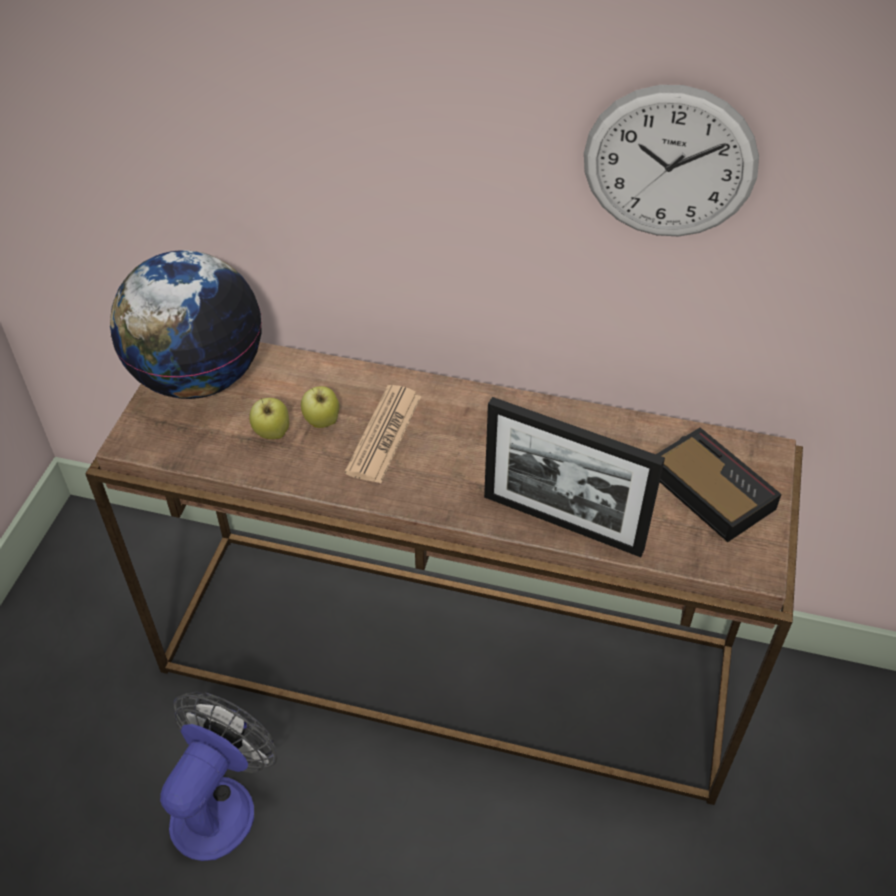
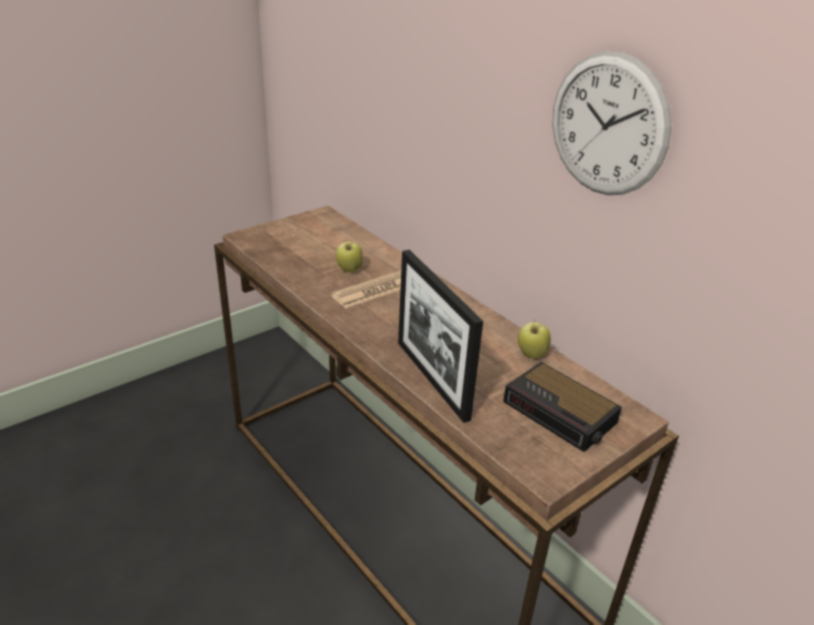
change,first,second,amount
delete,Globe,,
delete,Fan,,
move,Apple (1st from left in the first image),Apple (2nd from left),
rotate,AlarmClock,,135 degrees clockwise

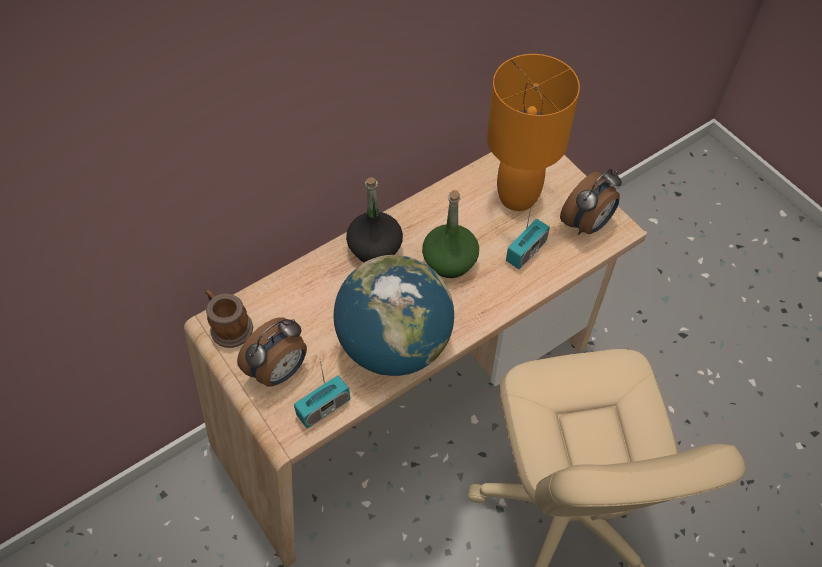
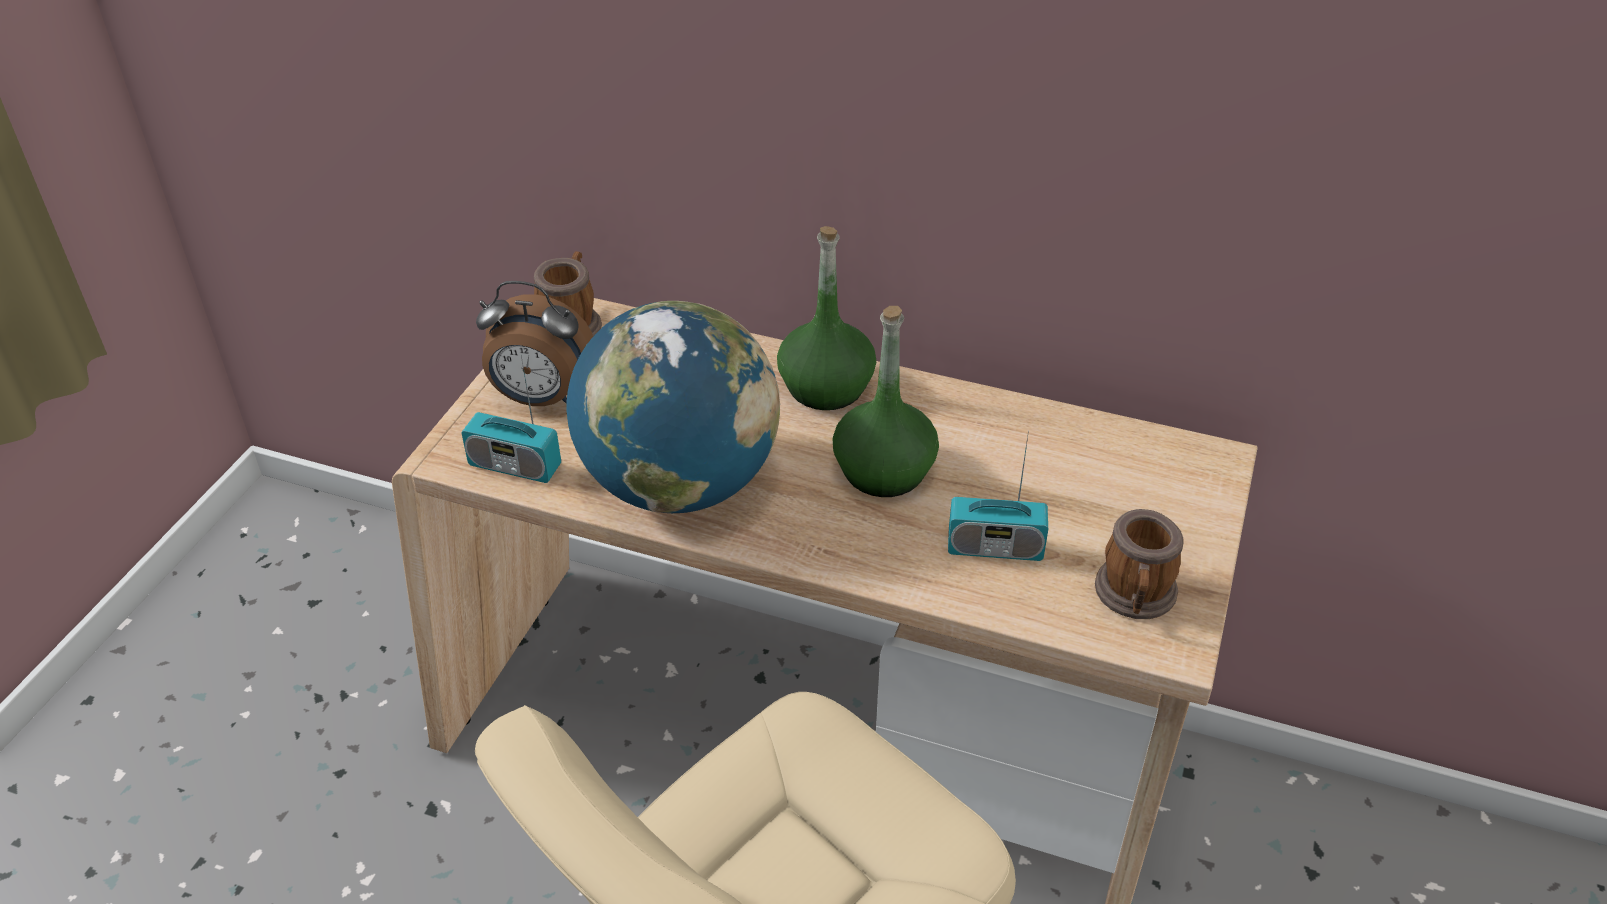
change,first,second,amount
delete,OrangeTableLamp,,
replace,AlarmClock (2nd from left),Mug (2nd from left),
recolor,BlackBottle,GreenBottle (1st from left),

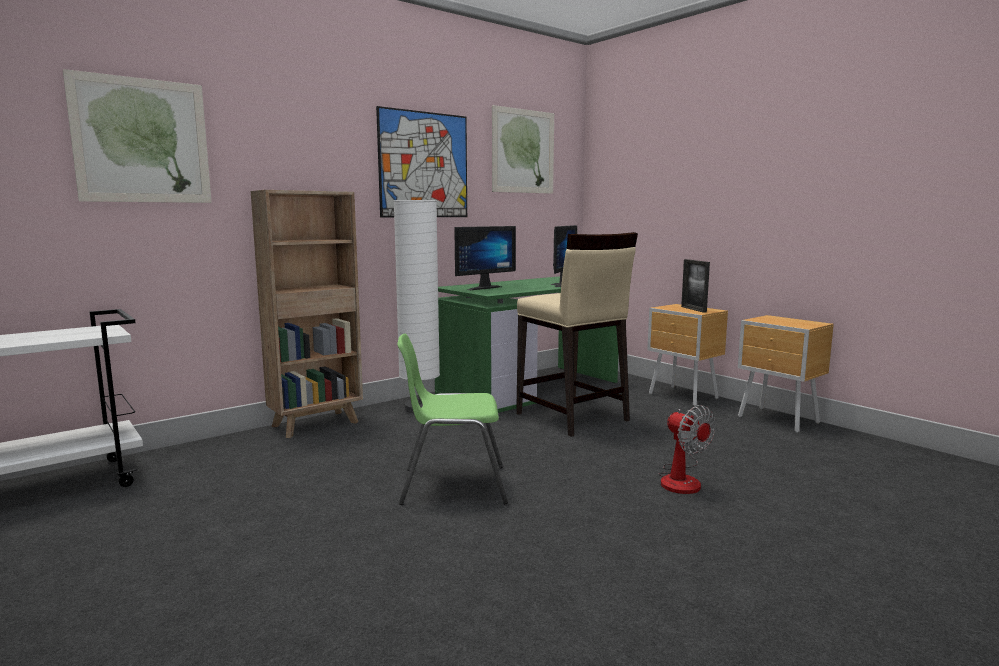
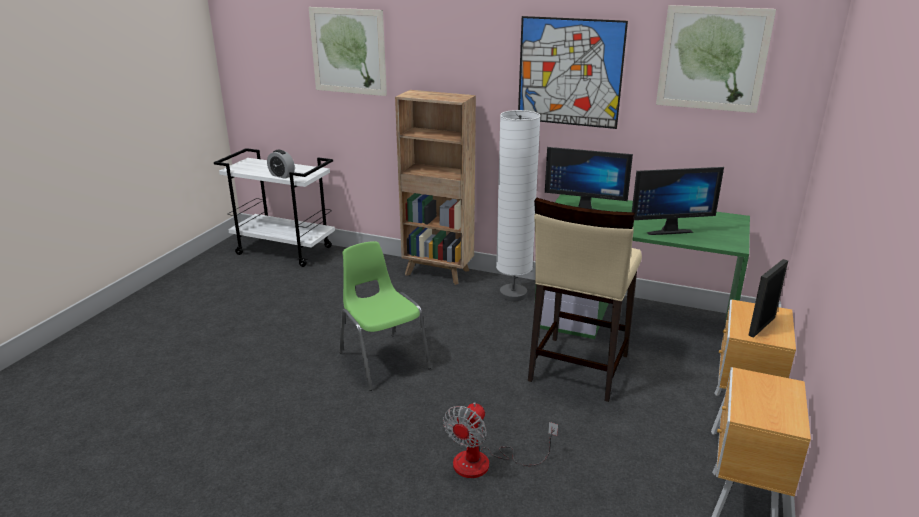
change,first,second,amount
insert,,AlarmClock,

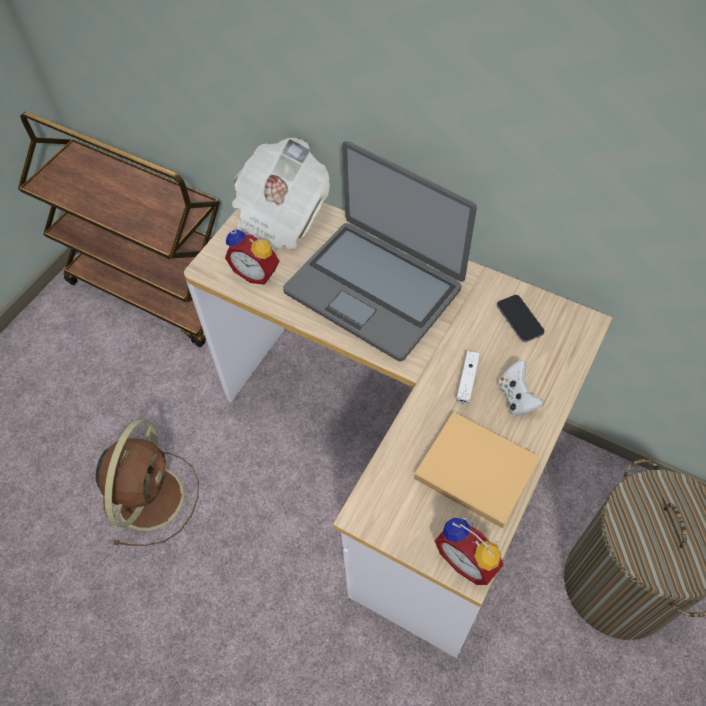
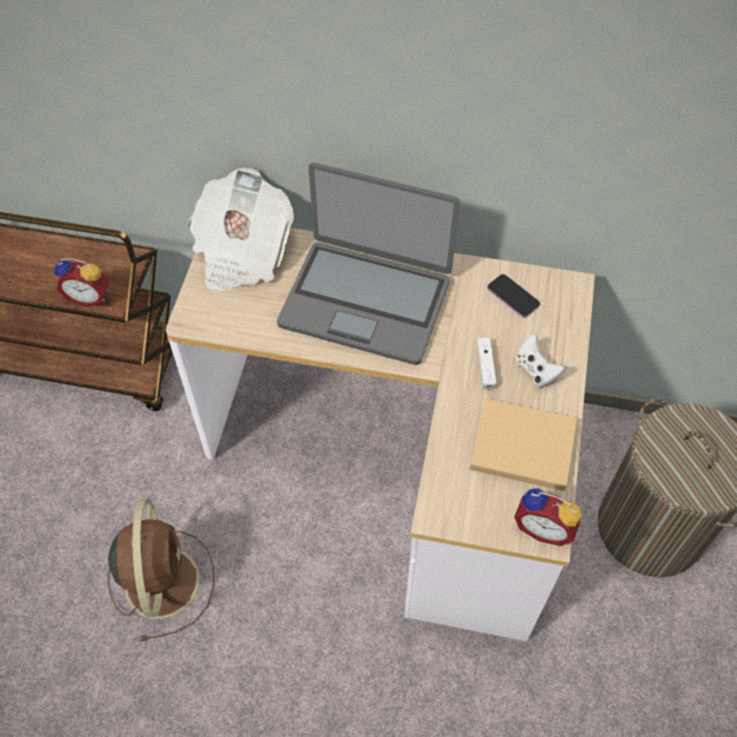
change,first,second,amount
move,AlarmClock (1st from left),,

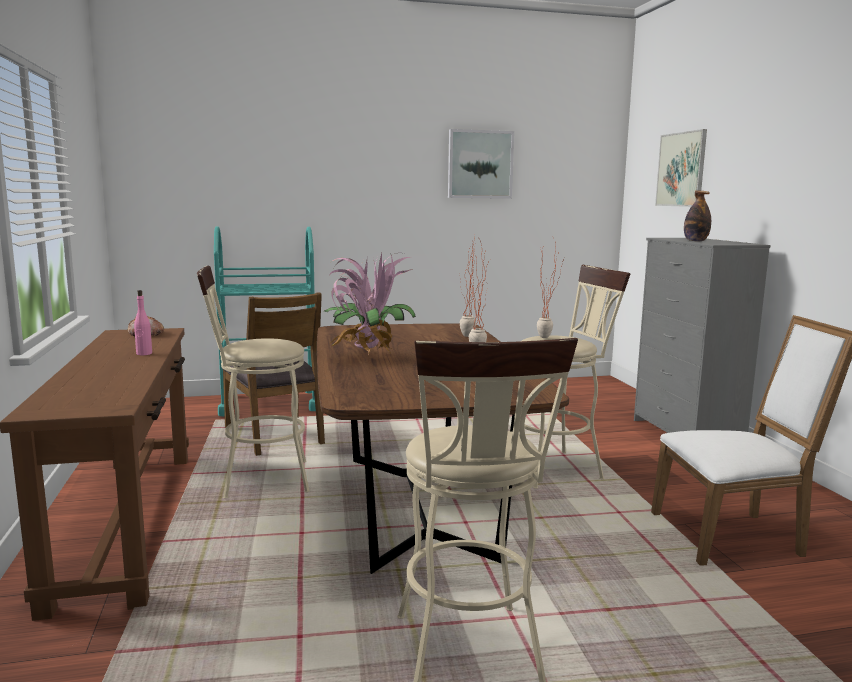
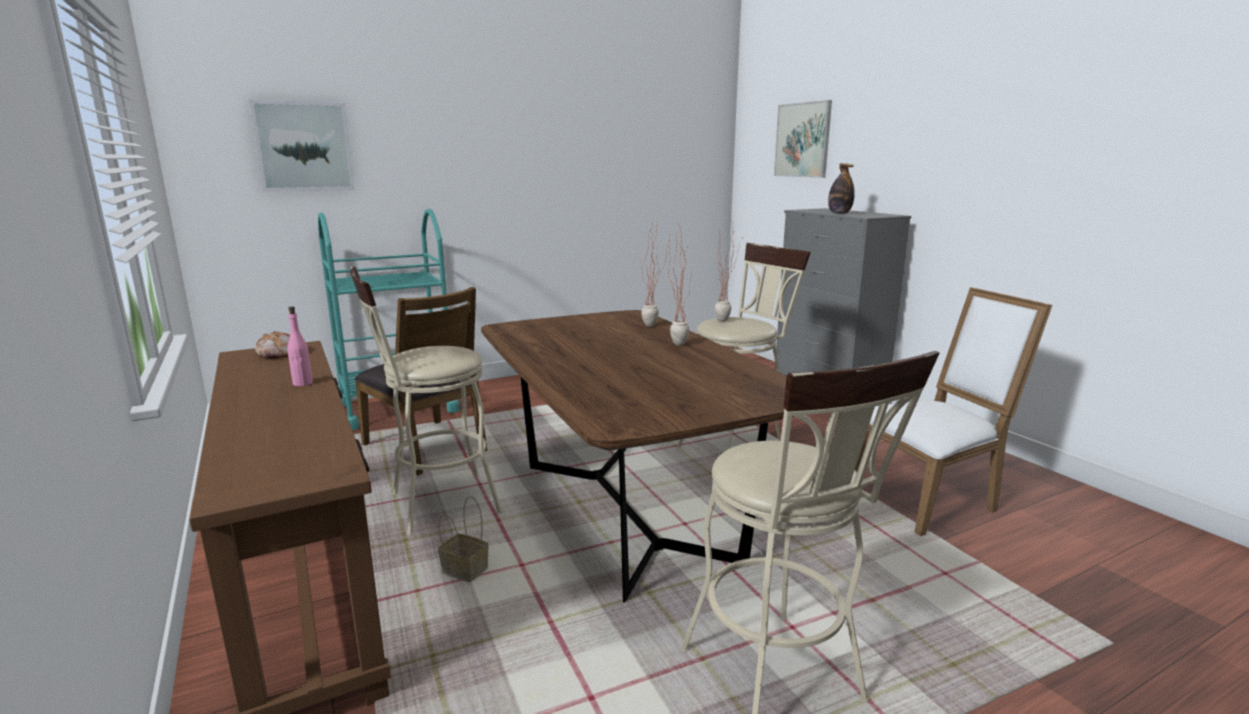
change,first,second,amount
delete,PottedPlant (1st from left),,
insert,,Basket,
move,Picture (1st from left),,

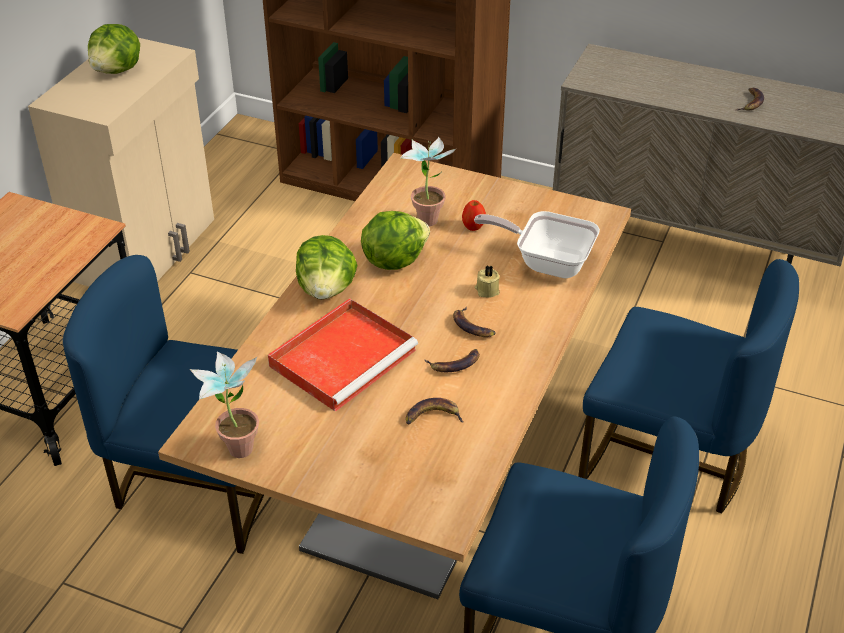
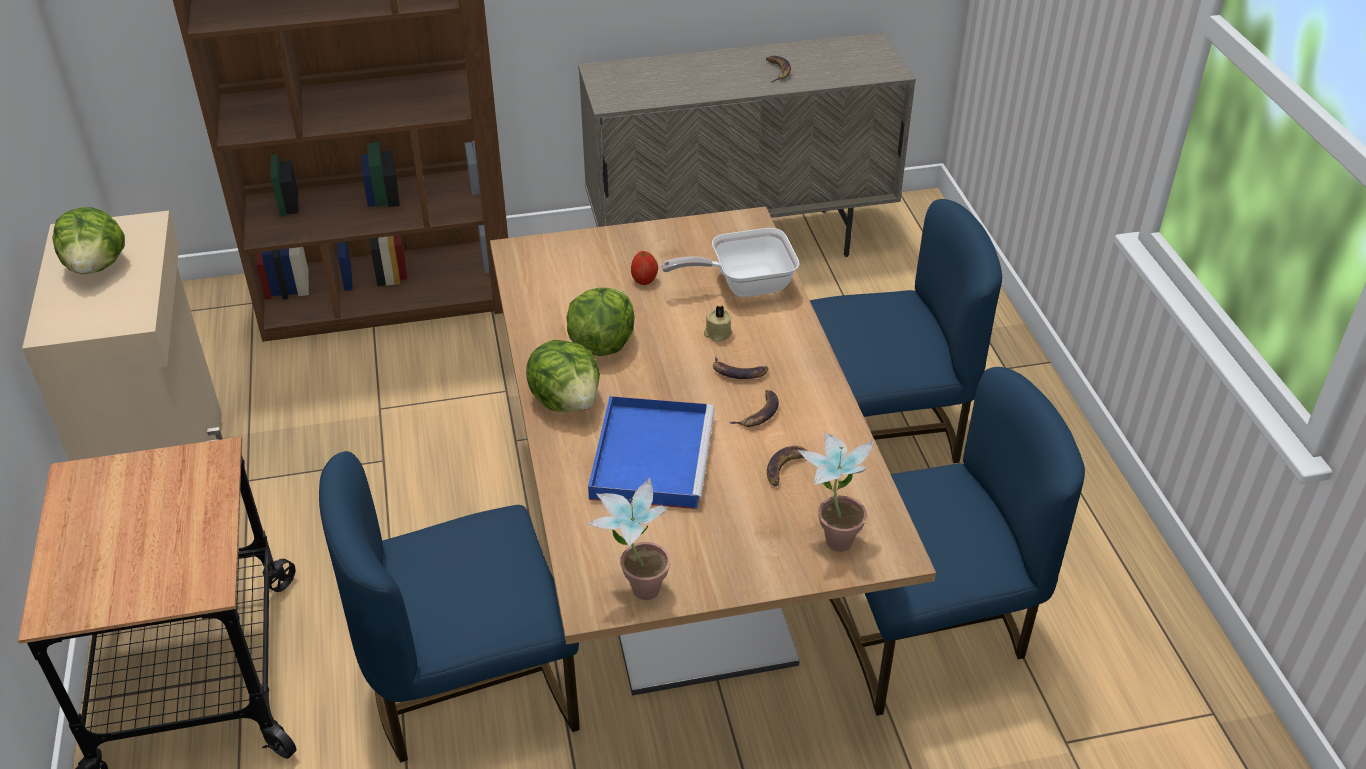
change,first,second,amount
move,PottedPlant (2nd from left),,
recolor,RedTray,BlueTray,

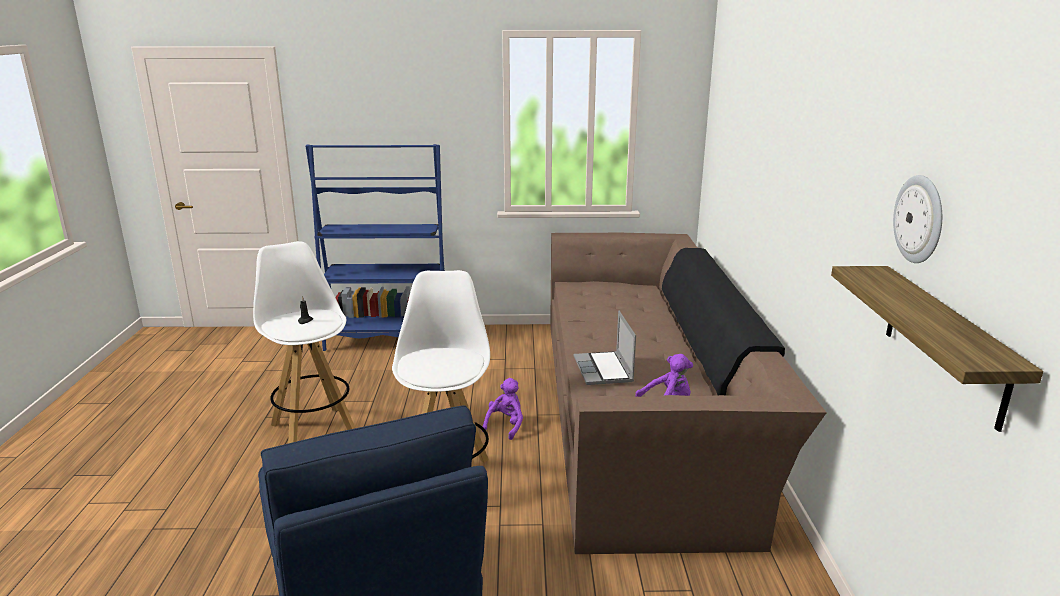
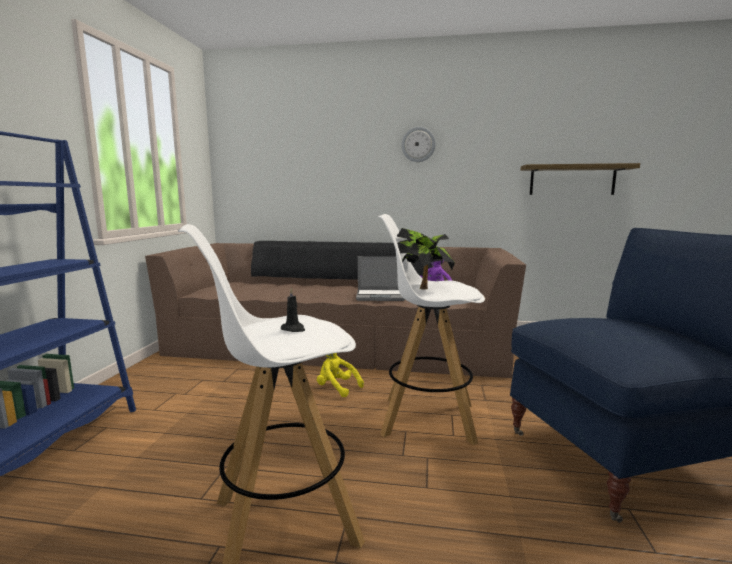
change,first,second,amount
insert,,PottedPlant,
move,WallClock,,
recolor,PurplePlushToy (1st from left),YellowPlushToy,

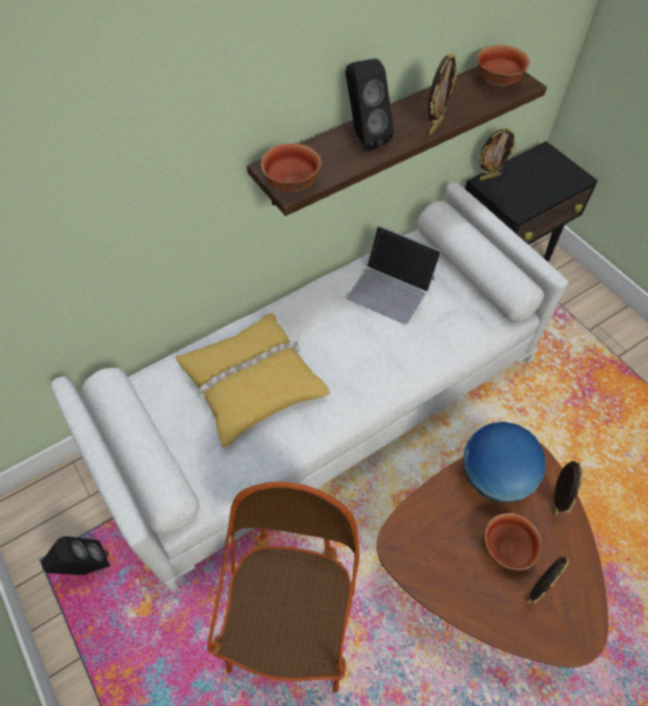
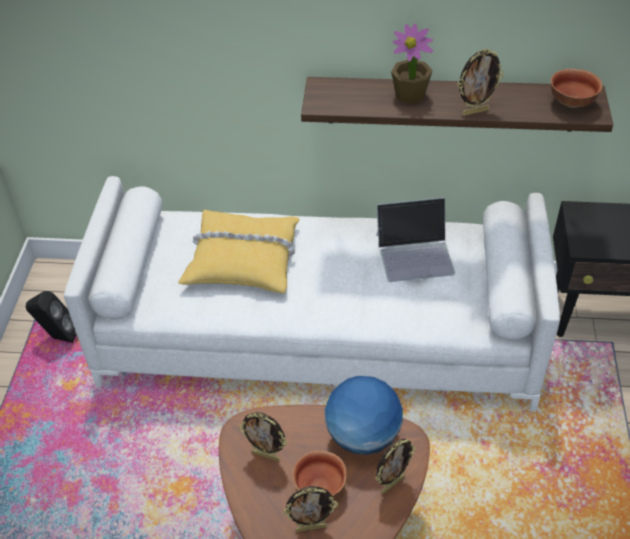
change,first,second,amount
delete,Armchair,,
delete,Bowl (1st from left),,
move,PictureFrame (2nd from left in the first image),PictureFrame (1st from left),
replace,BlackSpeaker (2nd from left),PottedPlant,
rotate,Laptop,,75 degrees counterclockwise

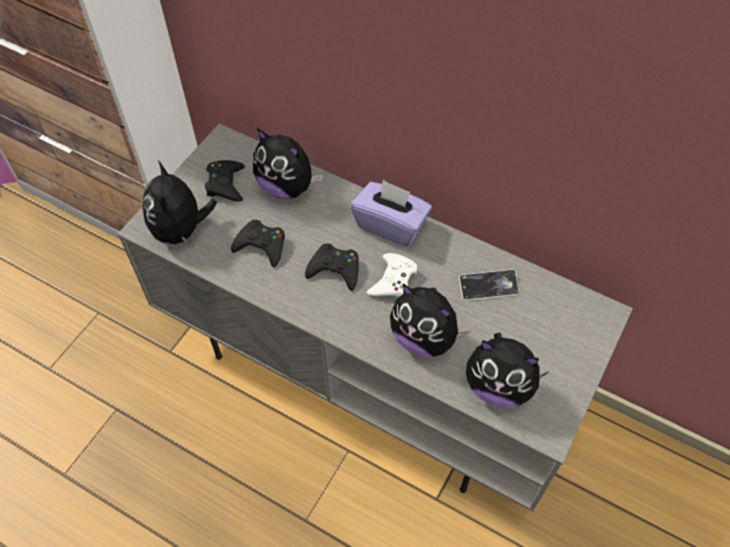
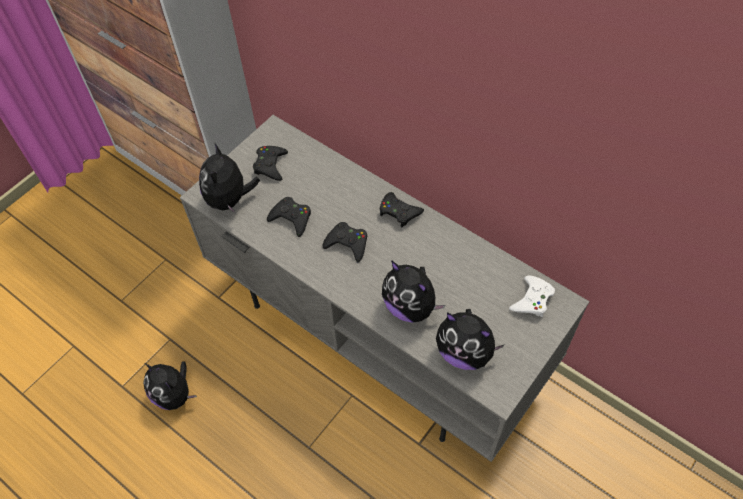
change,first,second,amount
delete,Phone,,
move,PlushToy (2nd from left in the first image),PlushToy (1st from left),
move,WhiteGameController,,
replace,PurpleTissueBox,BlackGameController (4th from left),

